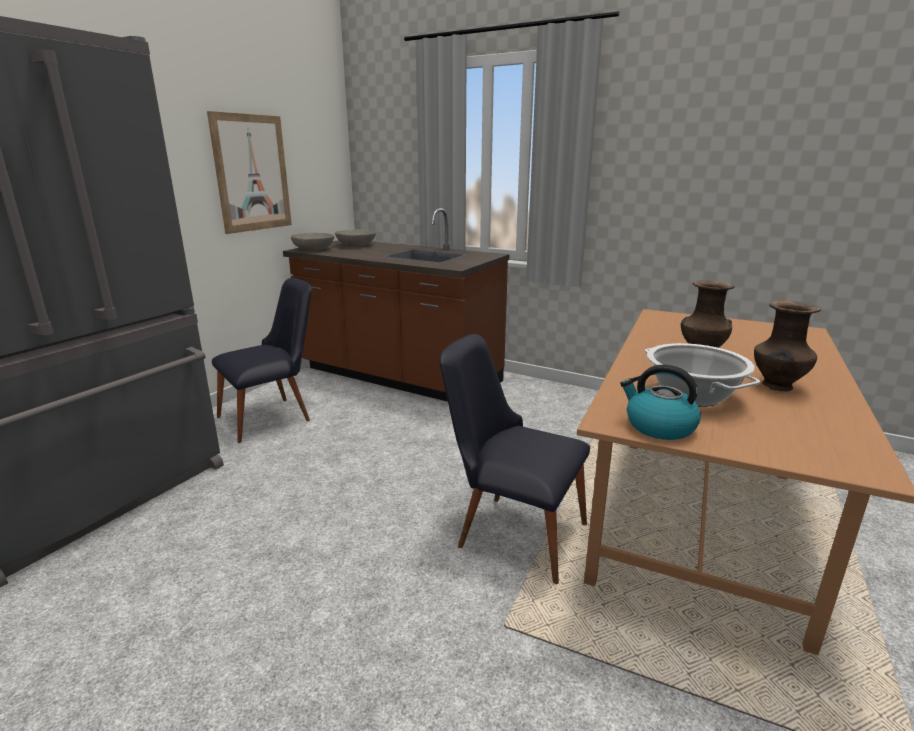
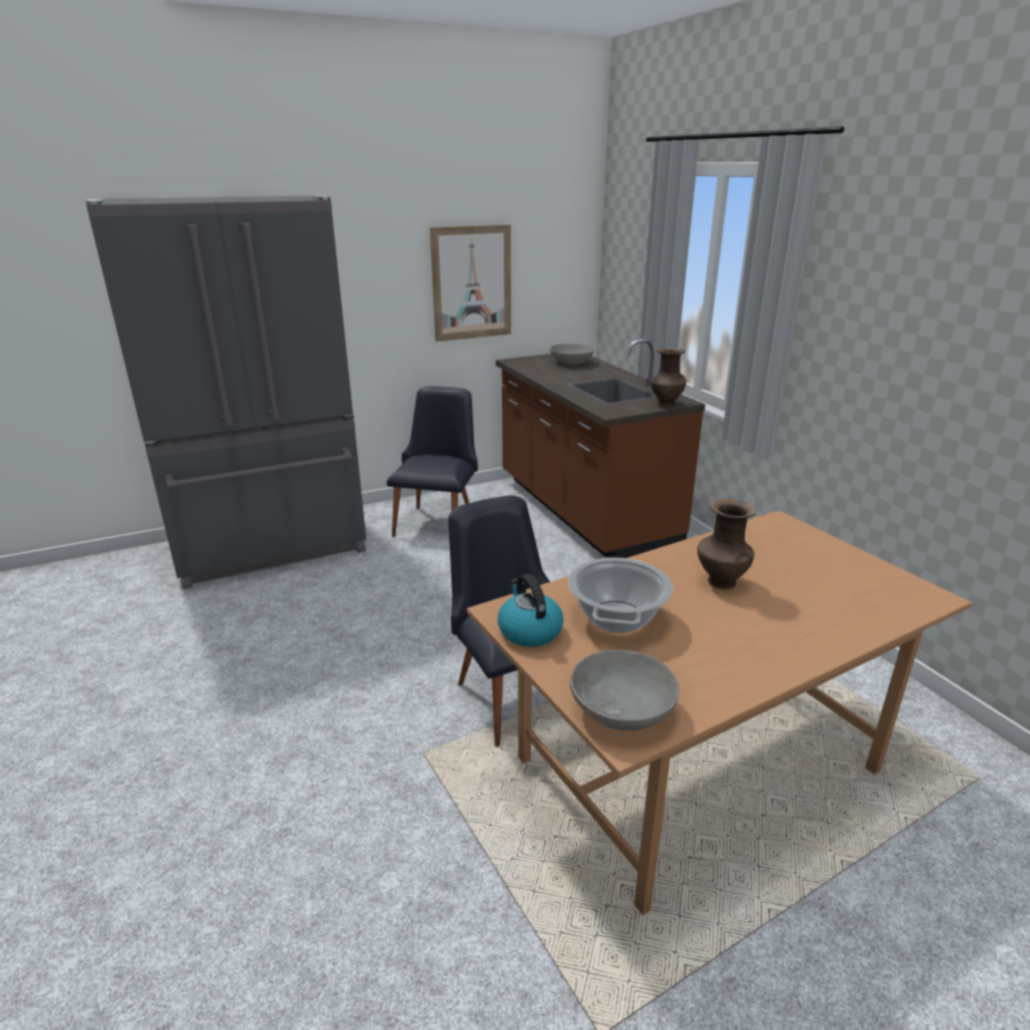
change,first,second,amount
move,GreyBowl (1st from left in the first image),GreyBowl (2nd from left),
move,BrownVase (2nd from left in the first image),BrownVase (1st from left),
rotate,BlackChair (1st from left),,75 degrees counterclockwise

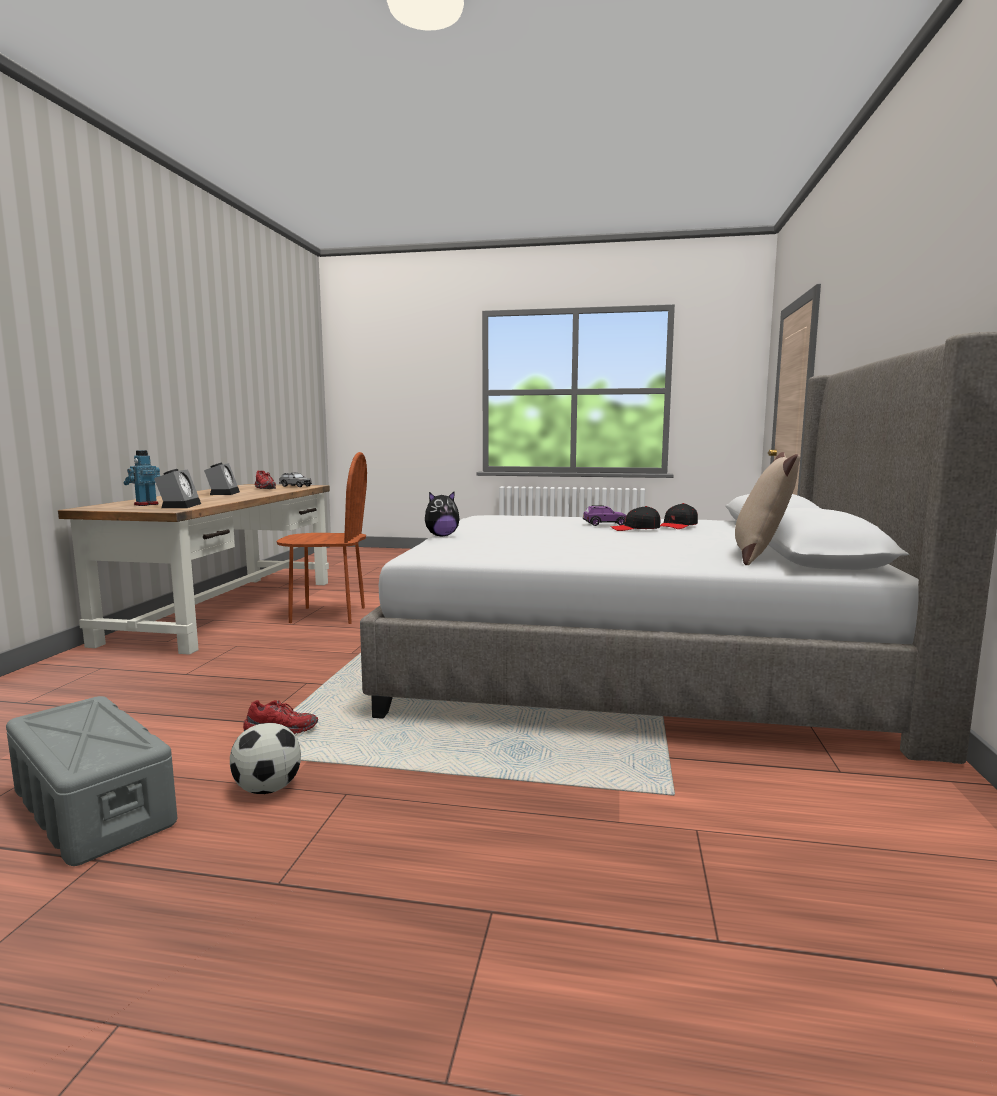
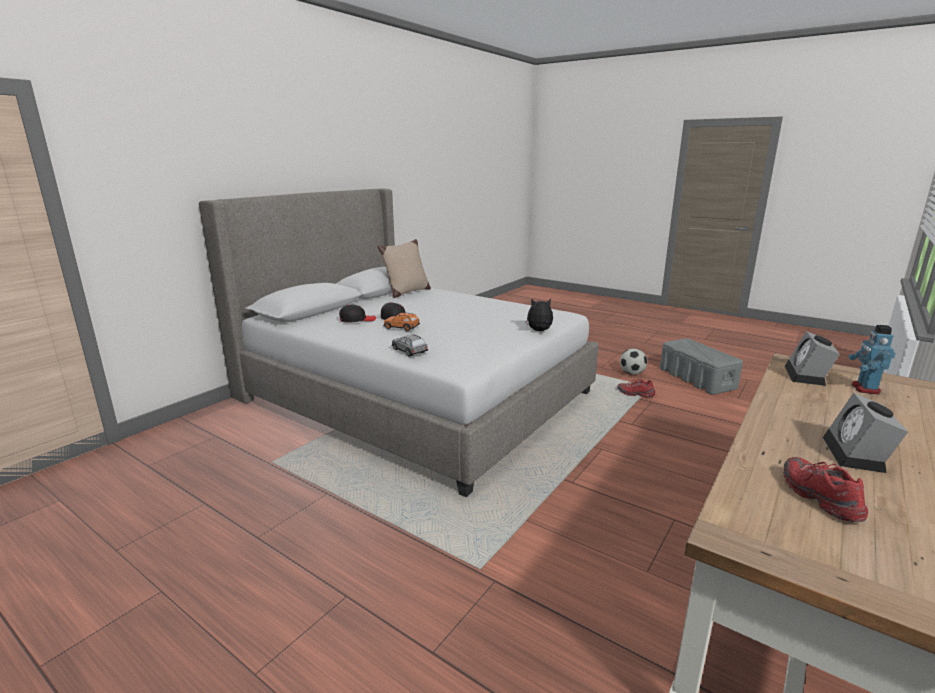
change,first,second,amount
delete,BrownChair,,
move,GreyToyCar,,
recolor,PurpleToyCar,OrangeToyCar,
rotate,ToyRobot,,135 degrees clockwise

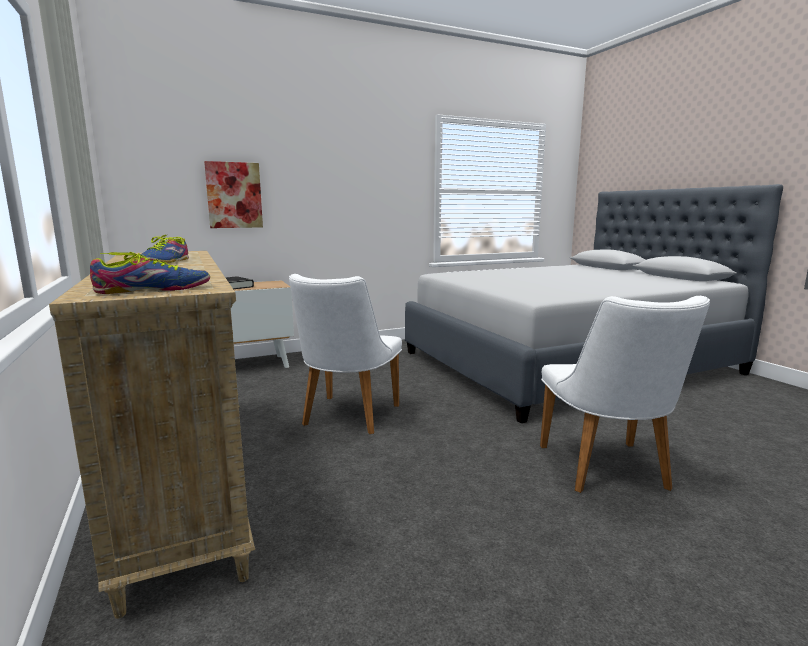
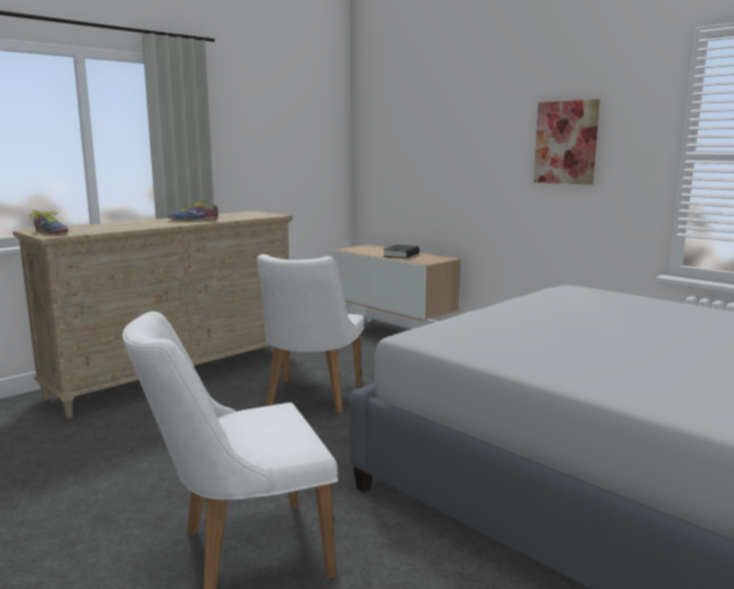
change,first,second,amount
move,Picture,,
rotate,WhiteChair (1st from left in the first image),WhiteChair (2nd from left),75 degrees counterclockwise

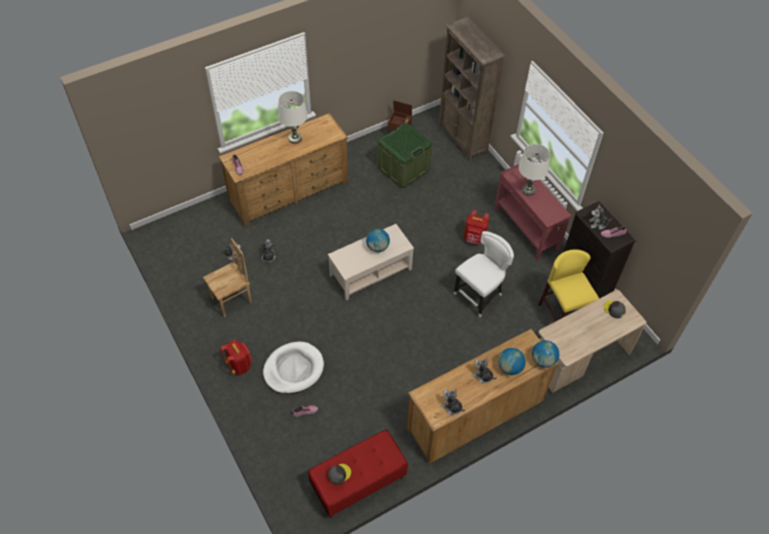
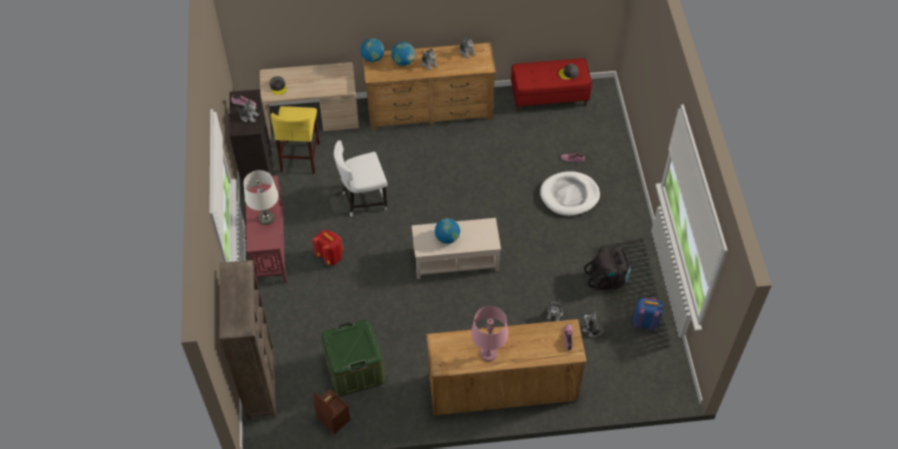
change,first,second,amount
delete,RedBackpack (1st from left),,
insert,,BlueBackpack,
replace,BrownChair,BlackBackpack,
recolor,WhiteTableLamp (1st from left),PinkTableLamp,

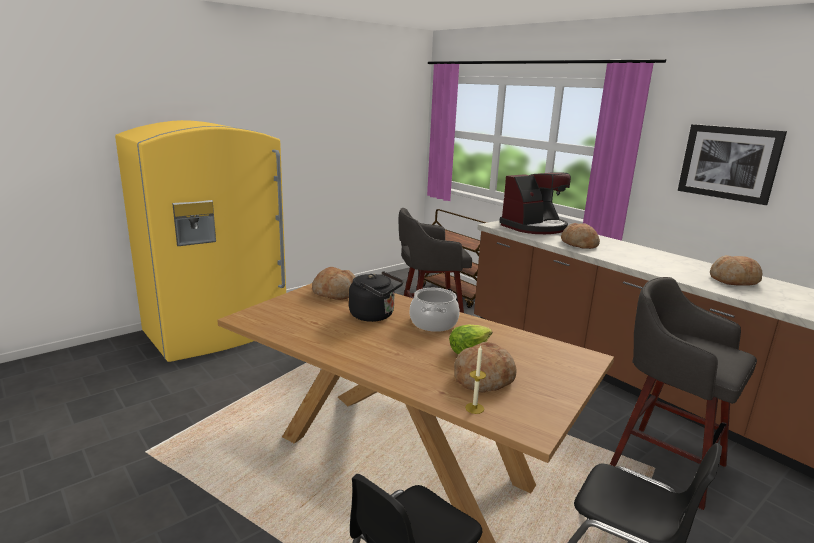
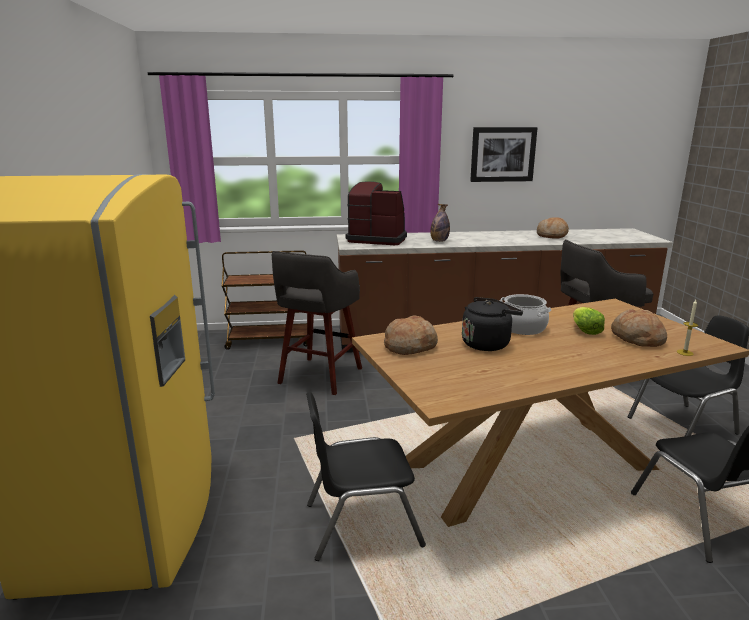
change,first,second,amount
insert,,BlackChair (1st from left),
replace,Bread (3rd from left),Bottle,
rotate,CoffeeMachine,,75 degrees counterclockwise

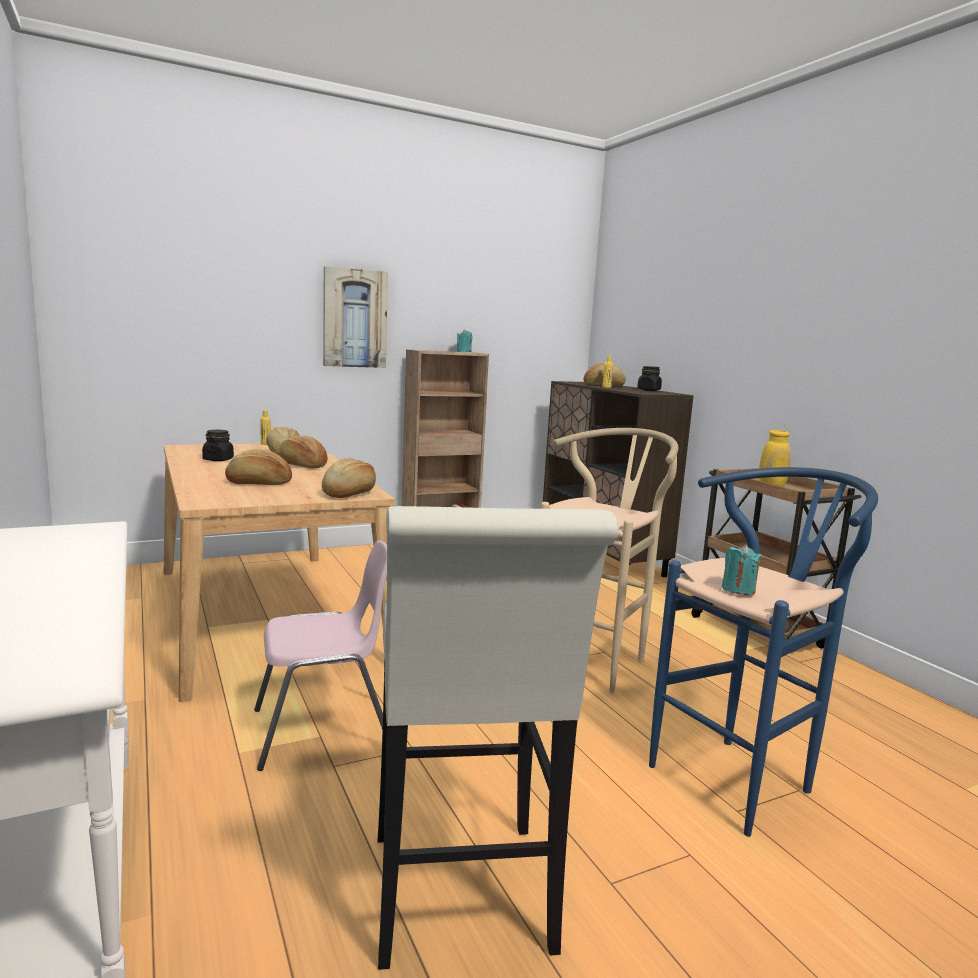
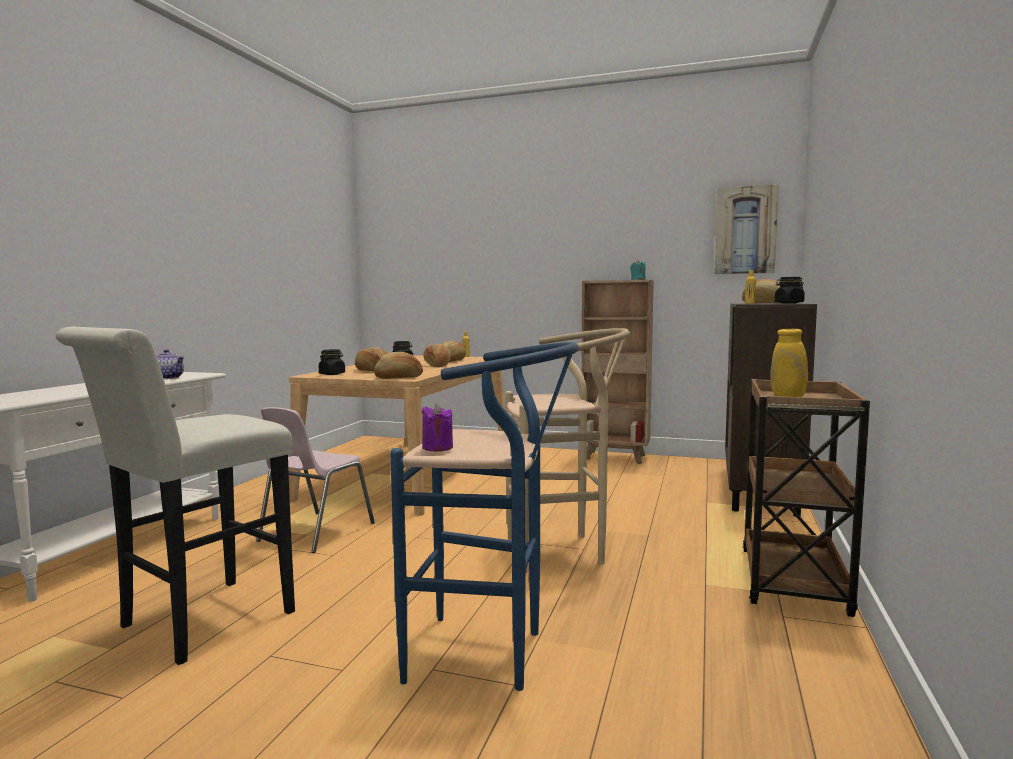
change,first,second,amount
insert,,Teapot,
insert,,BlackJar (1st from left),
move,Picture,,
recolor,TurquoiseCandle (2nd from left),PurpleCandle,
rotate,PinkChair,,90 degrees clockwise

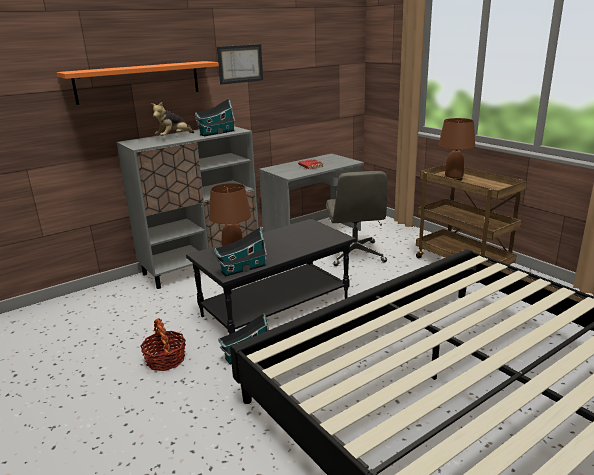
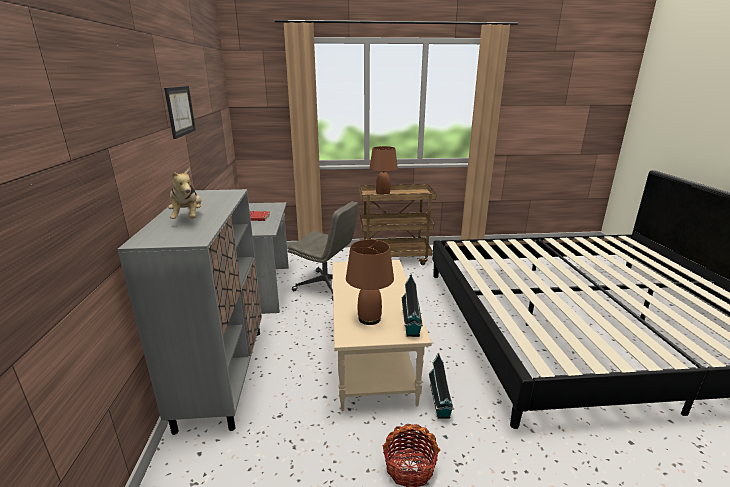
change,first,second,amount
delete,OrangeShelf,,
delete,ToyHouse (1st from left),,
recolor,BlackCoffeeTable,BeigeCoffeeTable,

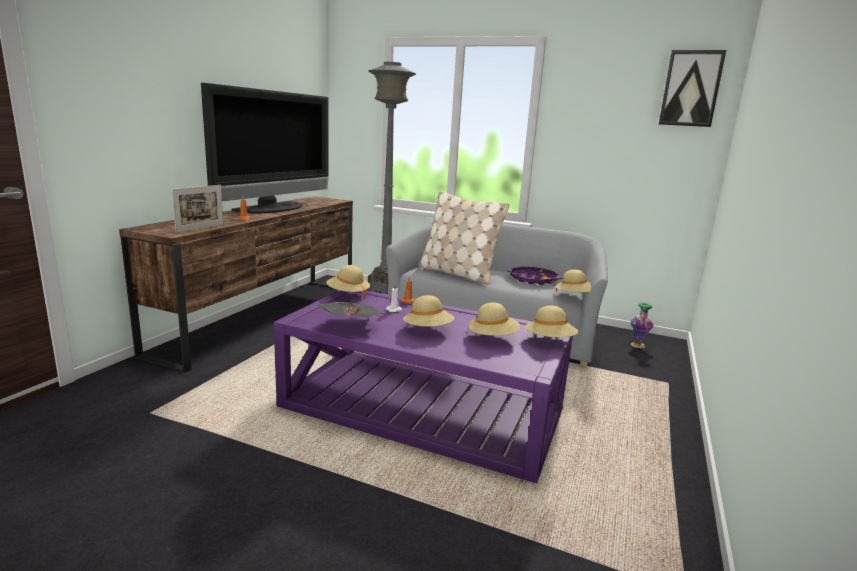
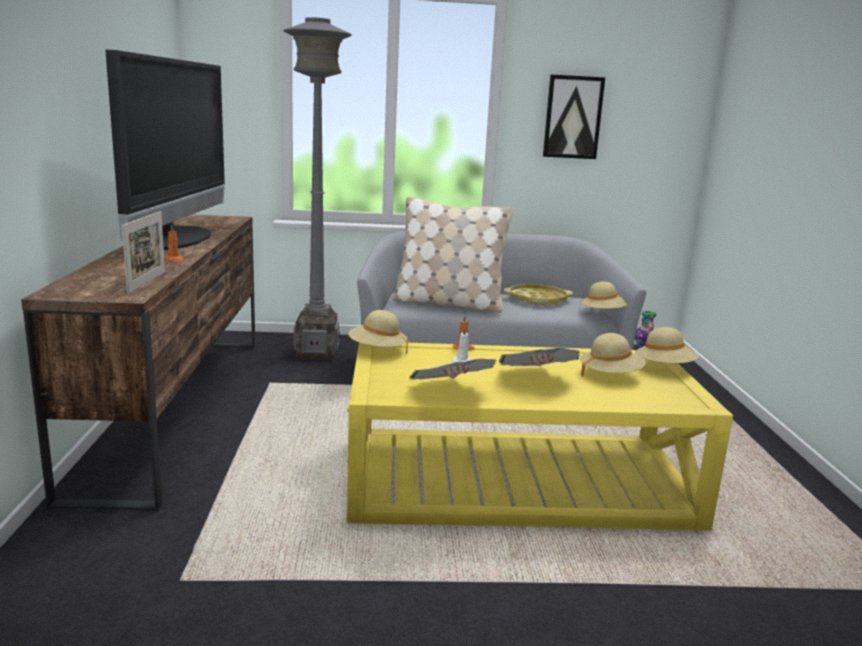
change,first,second,amount
move,Picture,,
replace,BeigeHat (2nd from left),Newspaper (2nd from left),
recolor,PurpleCoffeeTable,YellowCoffeeTable,
recolor,PurpleTray,YellowTray,

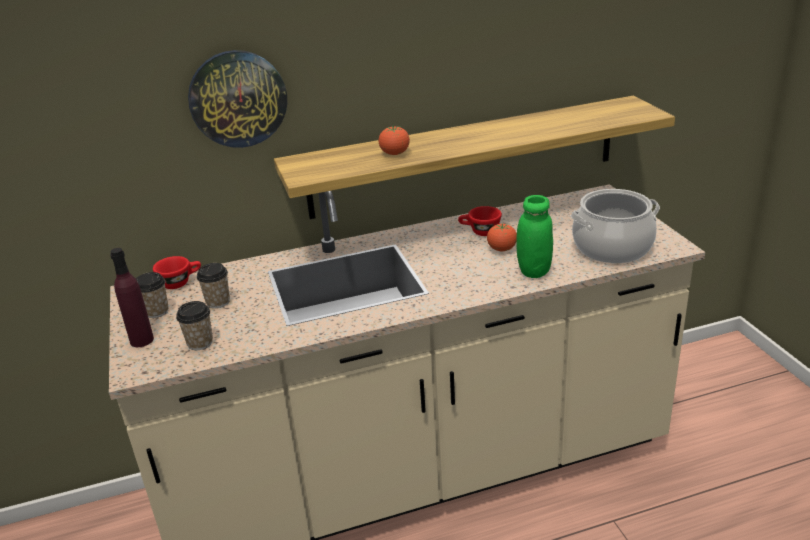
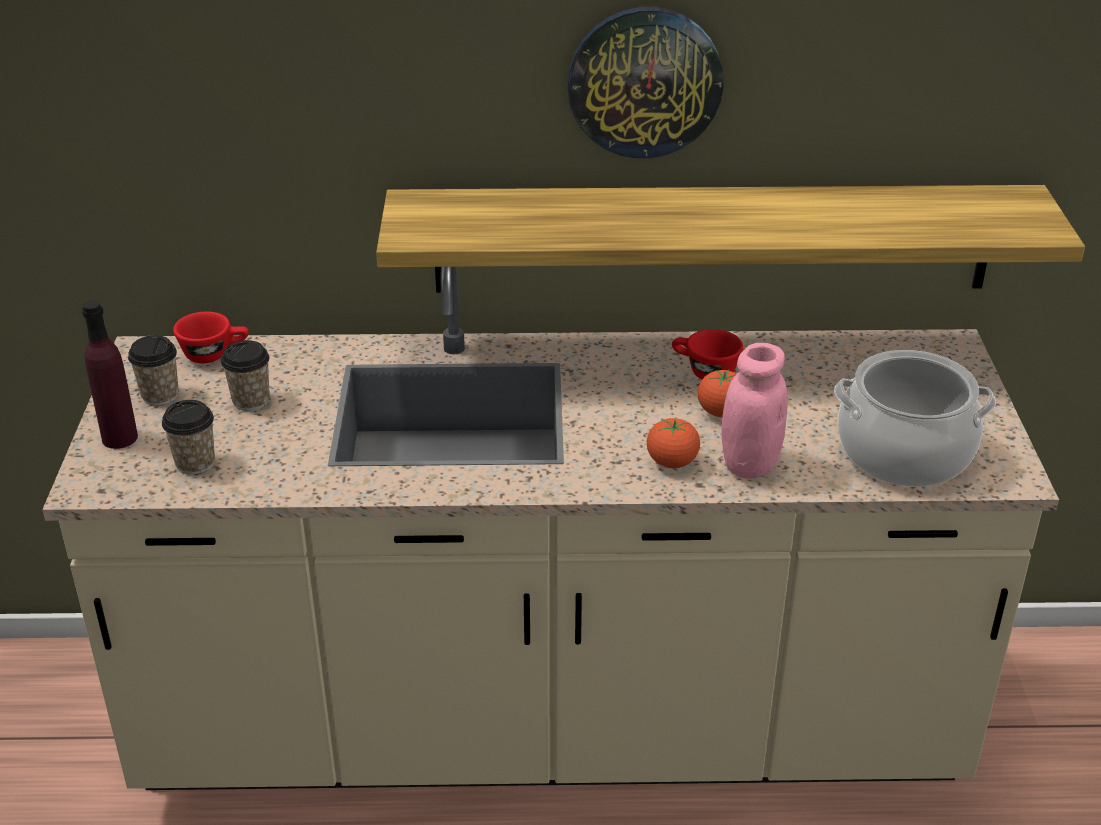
change,first,second,amount
move,WallClock,,
move,Tomato (1st from left),,
recolor,GreenJar,PinkJar,

